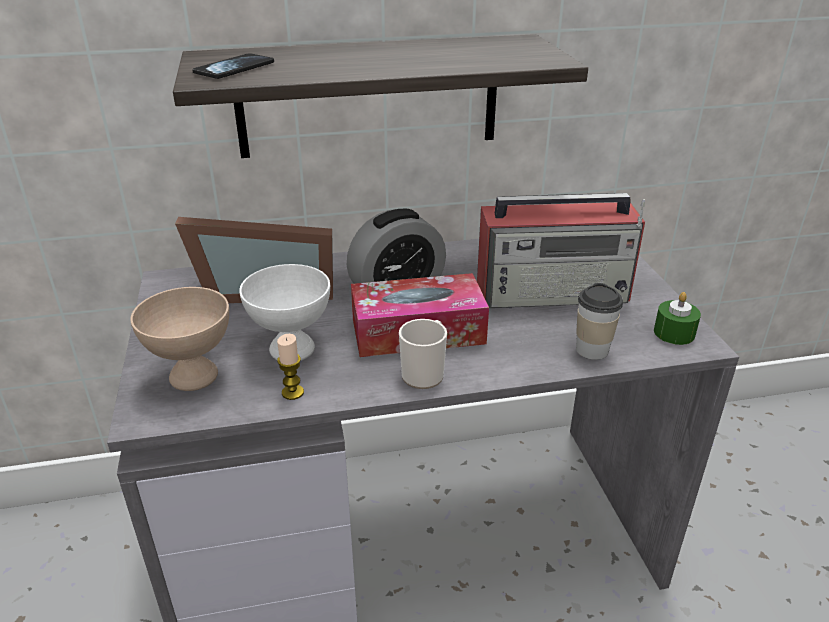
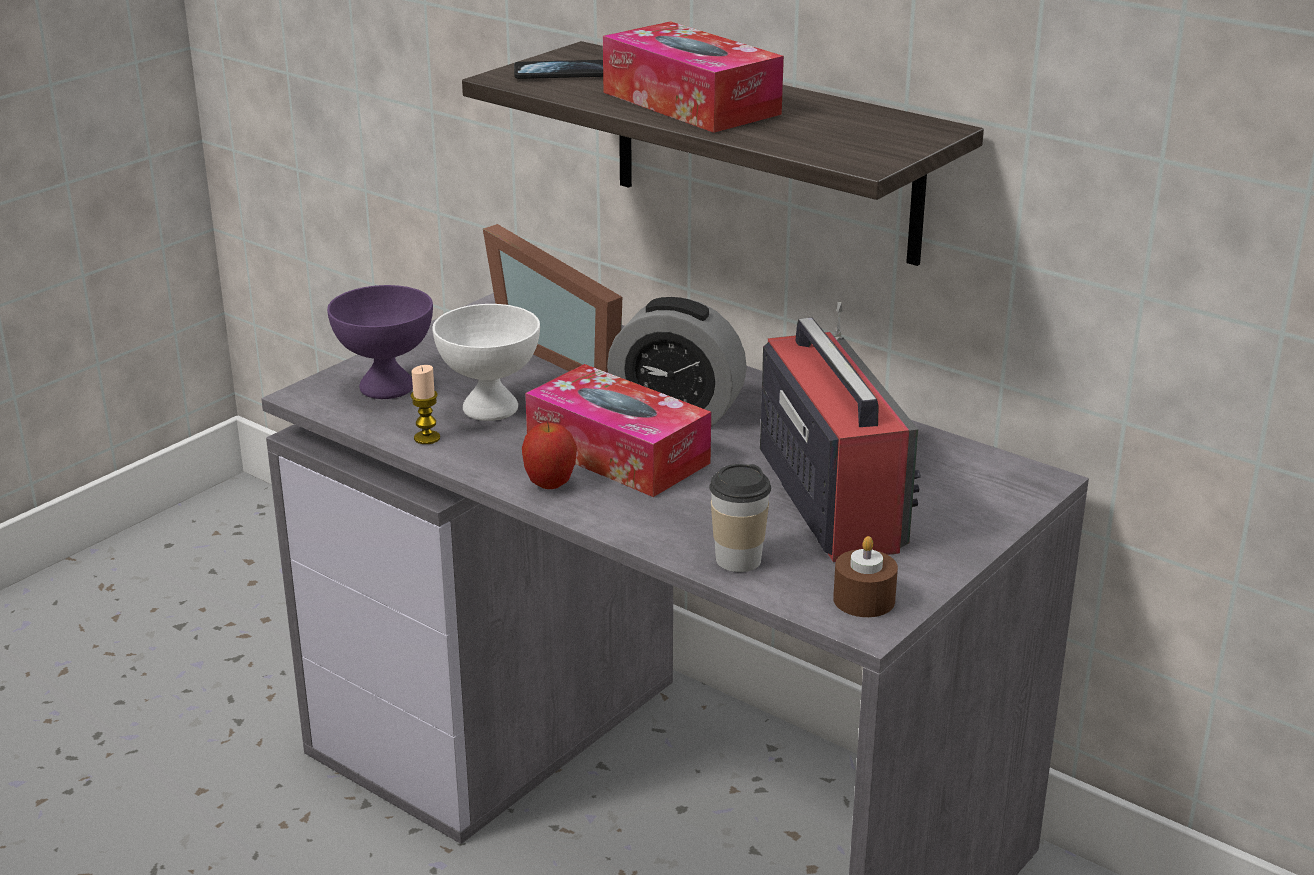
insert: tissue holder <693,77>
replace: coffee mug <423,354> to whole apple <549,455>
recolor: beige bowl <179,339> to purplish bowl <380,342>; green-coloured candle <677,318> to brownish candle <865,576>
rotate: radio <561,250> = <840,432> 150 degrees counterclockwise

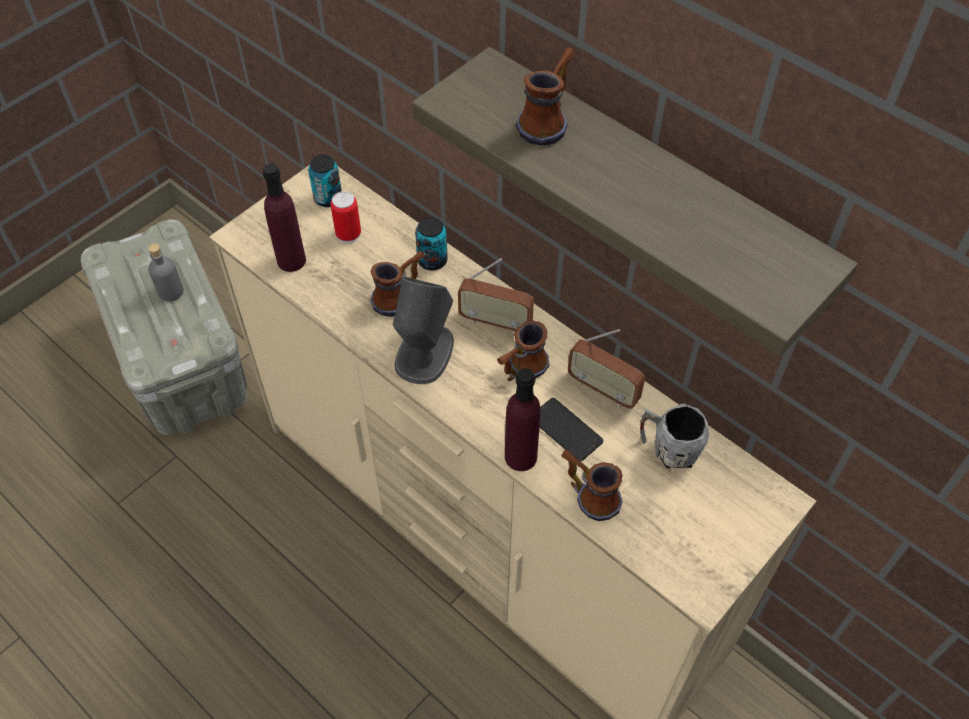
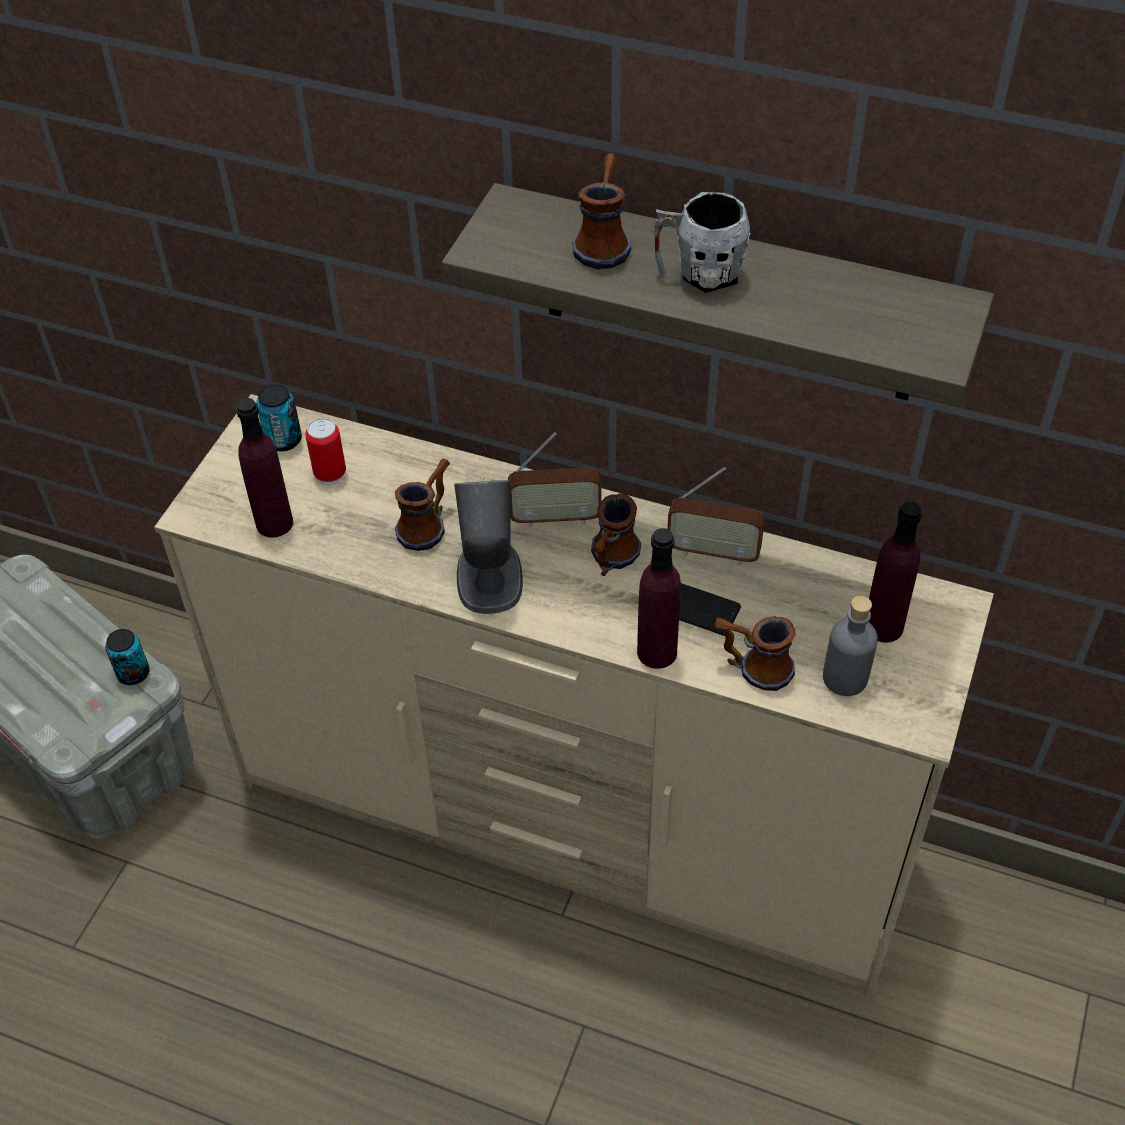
insert: purplish bottle <895,572>
move: greyish bottle <166,272> to <850,646>; sealed can <431,244> to <127,657>; greyish coffee mug <674,435> to <701,242>

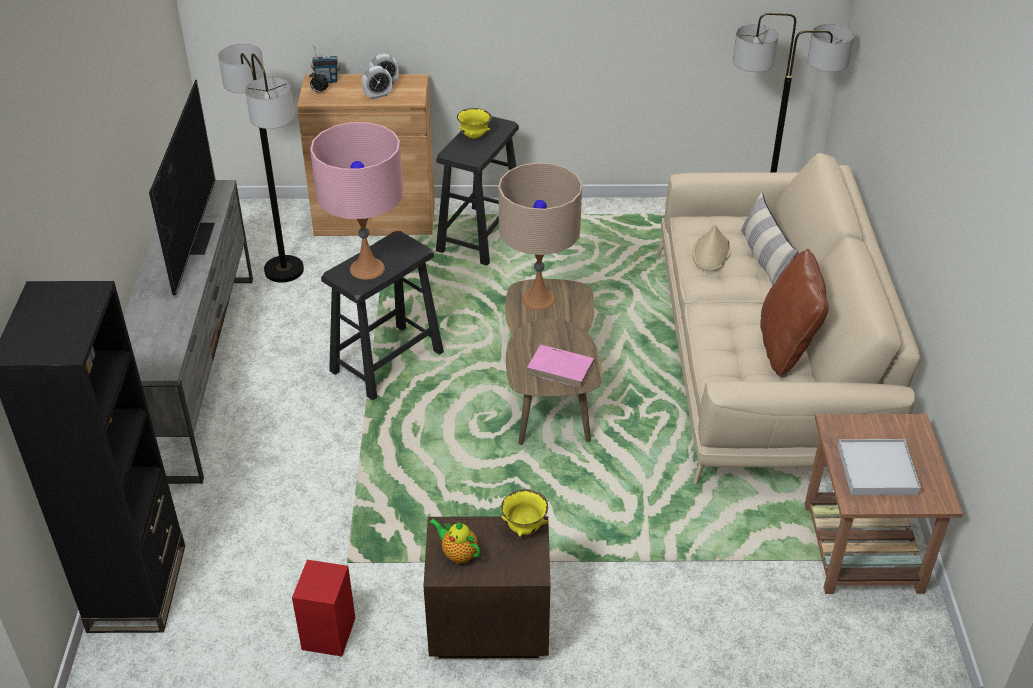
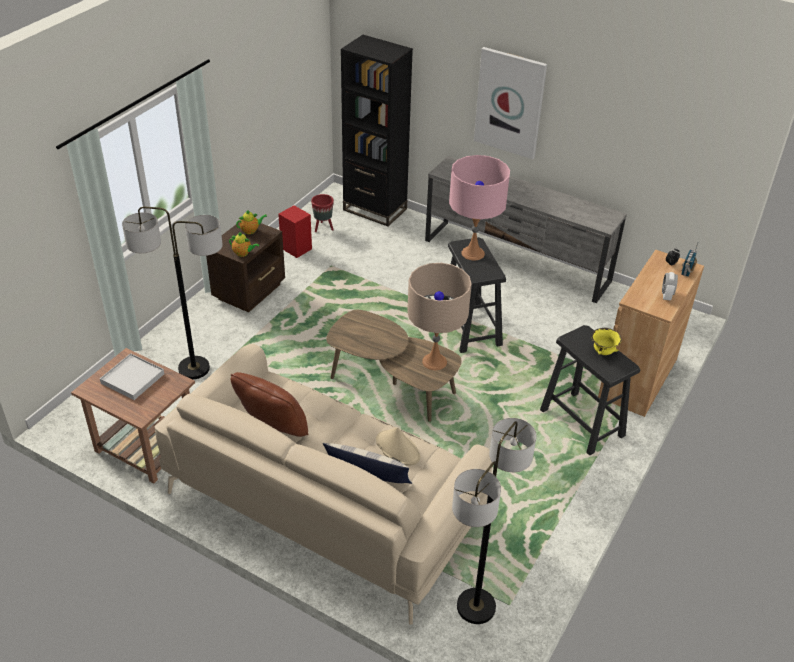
delete: television <182,187>; bedside clock <377,83>; pinkish book <561,366>
insert: red-coloured planter <322,213>; wall picture <510,103>
move: standing lamp <261,163> to <172,293>
replace: yellow-coloured bowl <525,513> to tea pot <244,244>

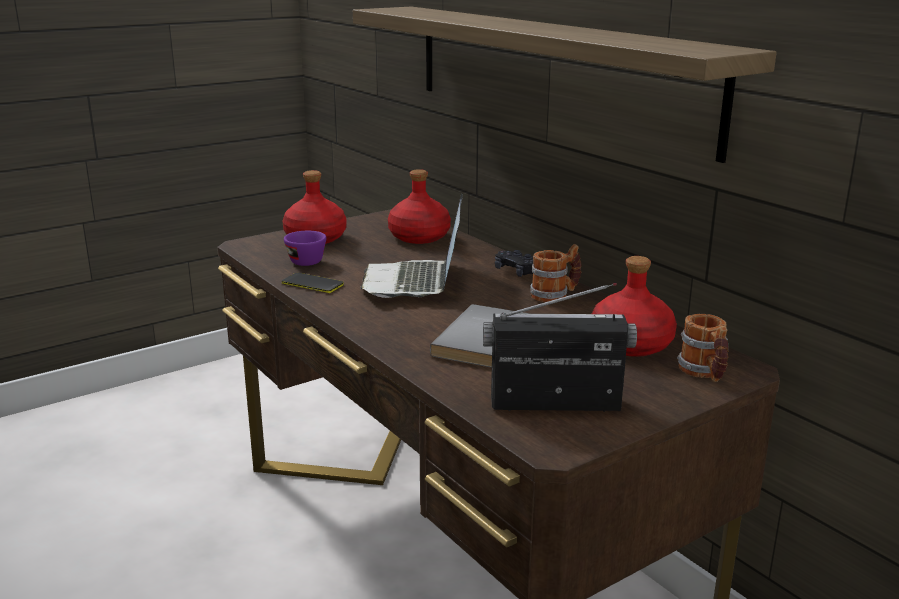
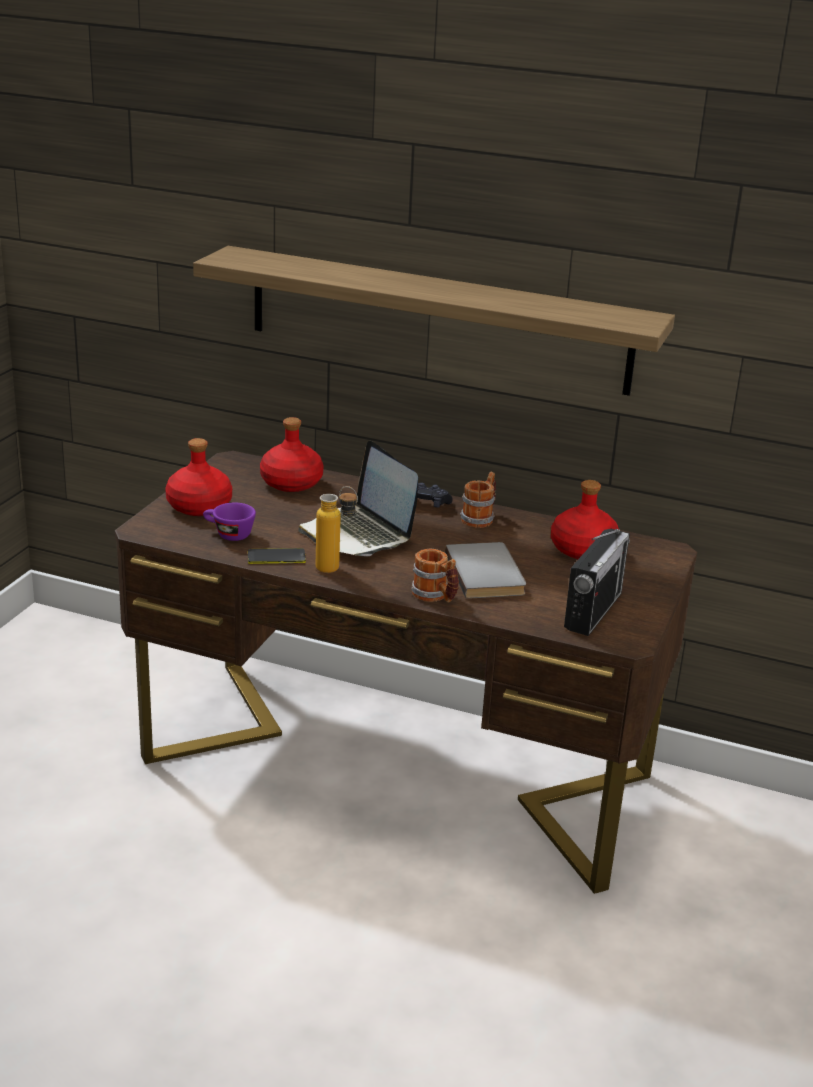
insert: bottle <337,529>
move: coffee mug <703,348> to <435,576>
rotate: radio <560,347> = <597,582> 150 degrees clockwise

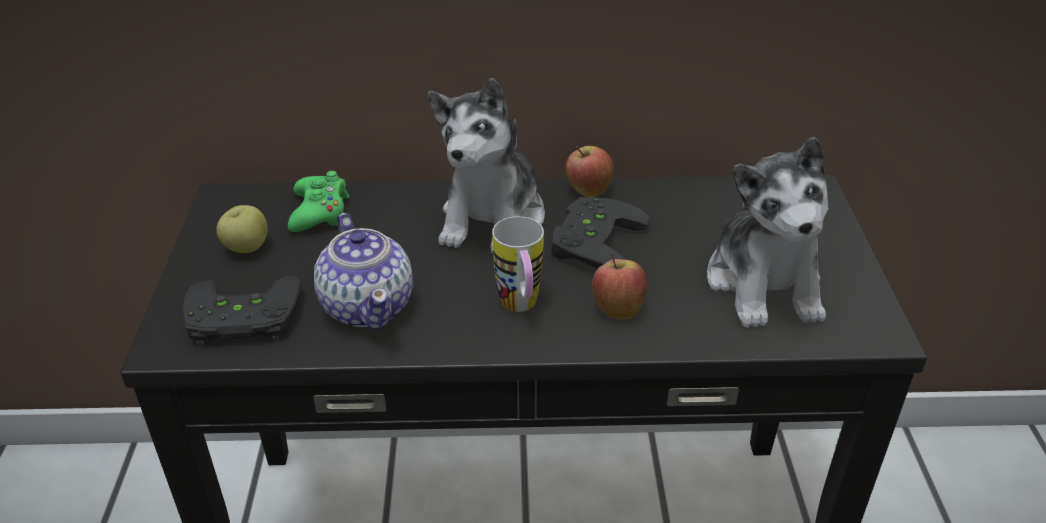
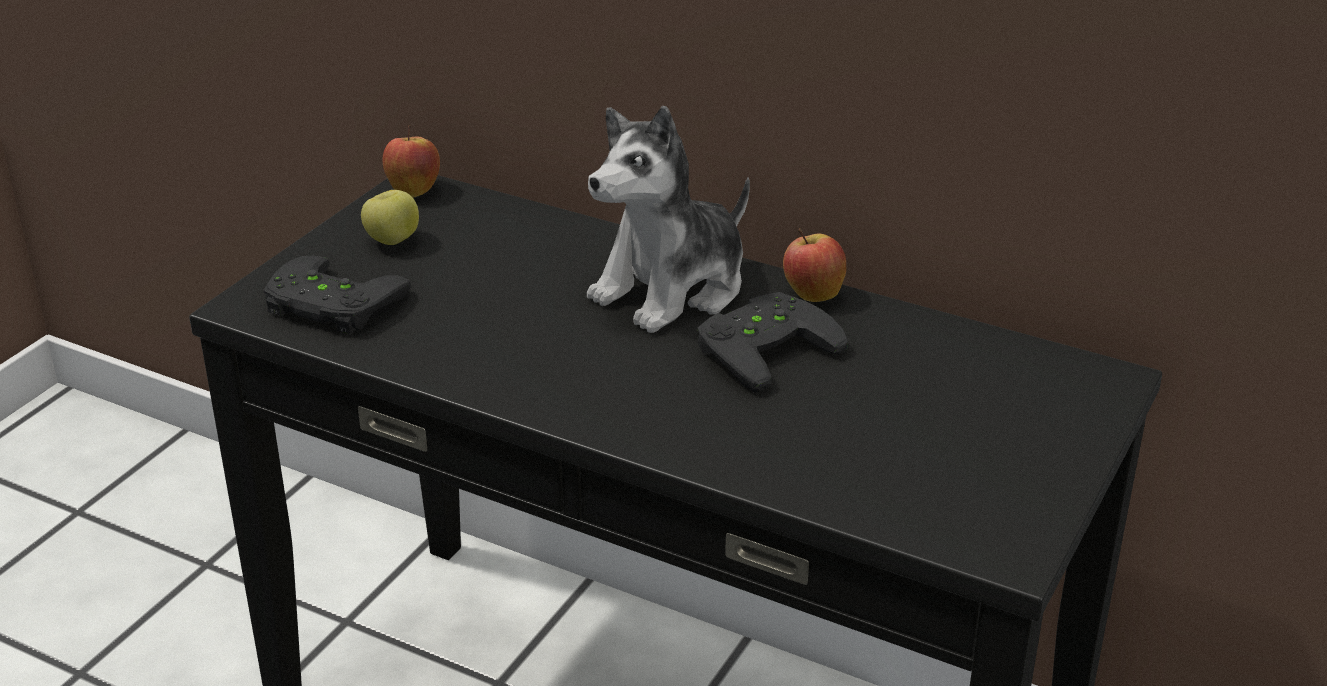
delete: green-coloured joypad <318,201>; tea pot <363,271>; coffee mug <518,264>; cuddly toy <767,232>
move: whole apple <620,285> to <411,161>

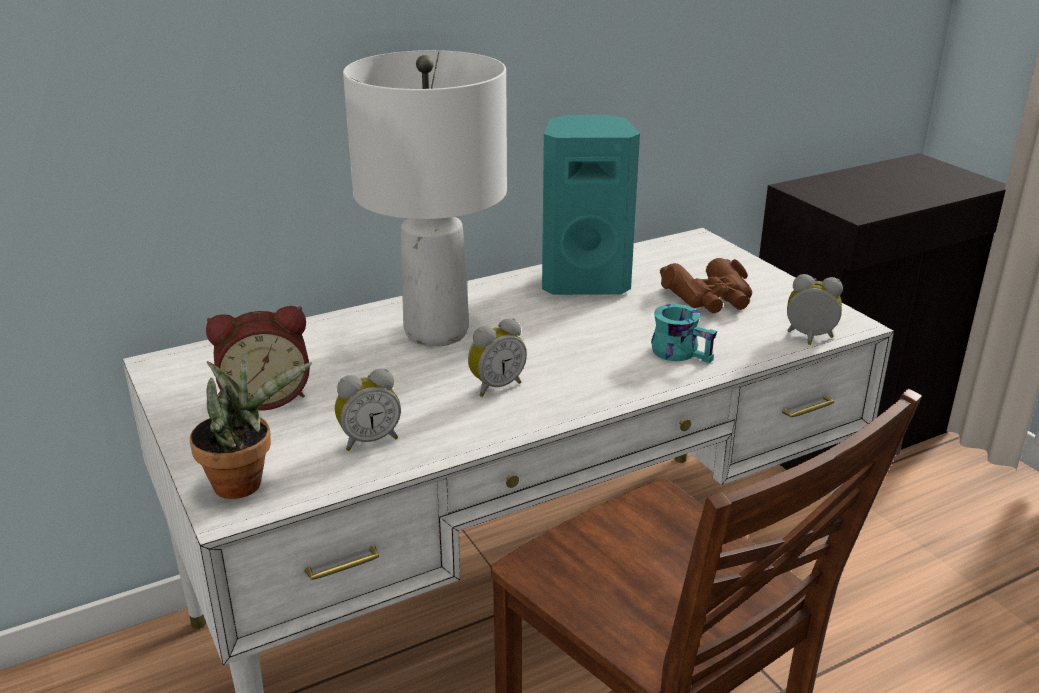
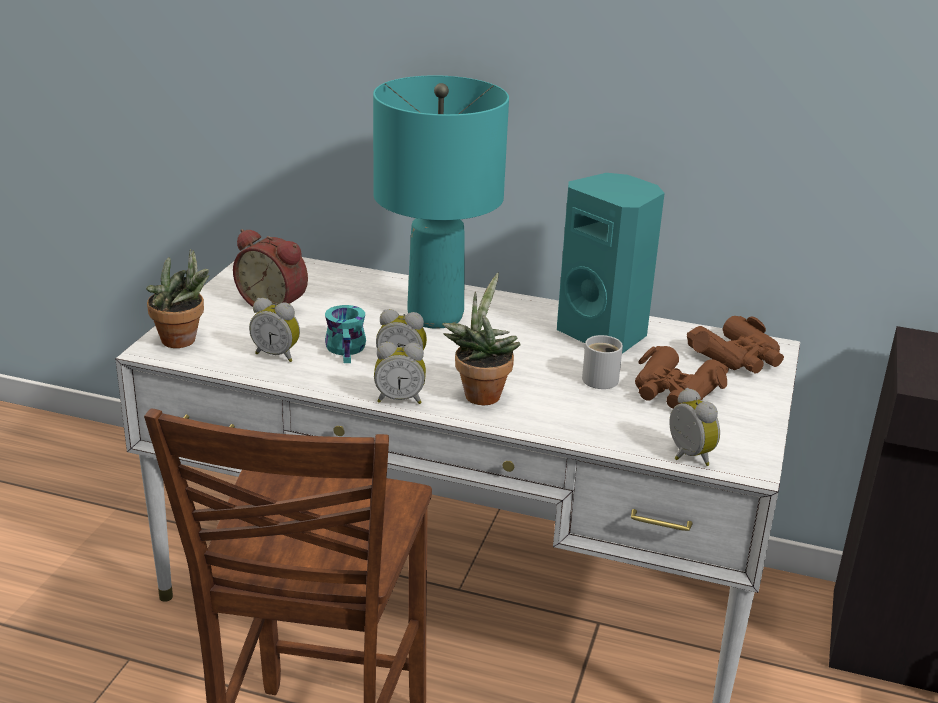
insert: bedside clock <400,373>; houseplant <481,339>; whitish coffee mug <602,362>; brownish binoculars <735,345>
move: blue-green coffee mug <684,333> to <345,334>
recolor: whitish table lamp <425,198> to blue-green table lamp <441,202>

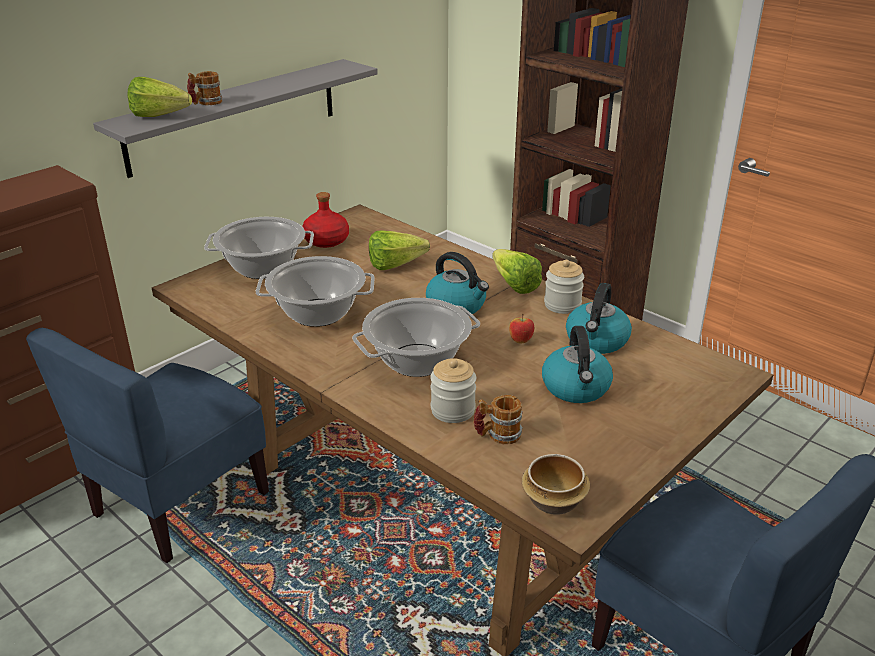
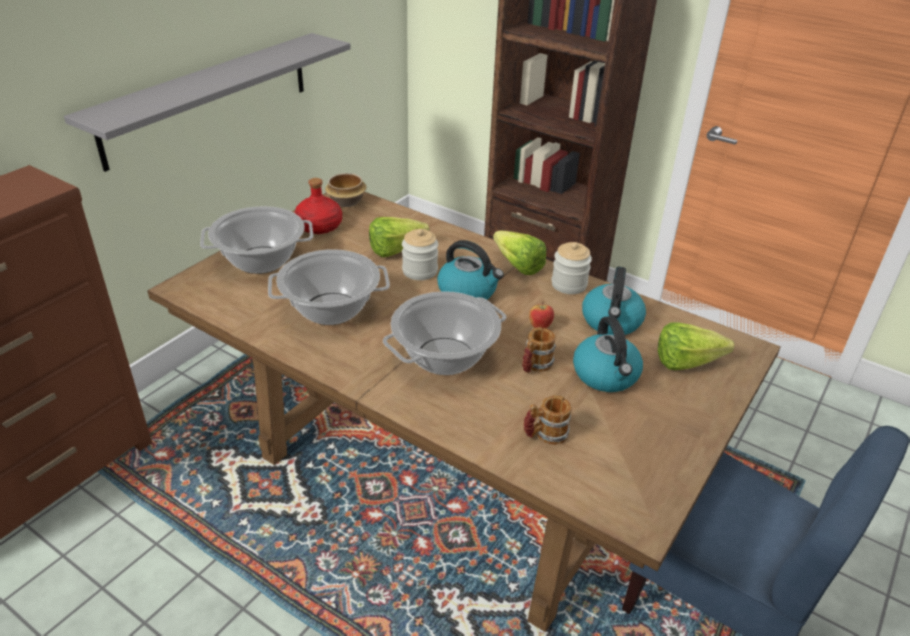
delete: bluish plain chair <147,445>
move: lettuce <160,97> to <696,346>; coffee mug <204,88> to <539,350>; jar <453,390> to <420,254>; bowl <556,484> to <346,190>

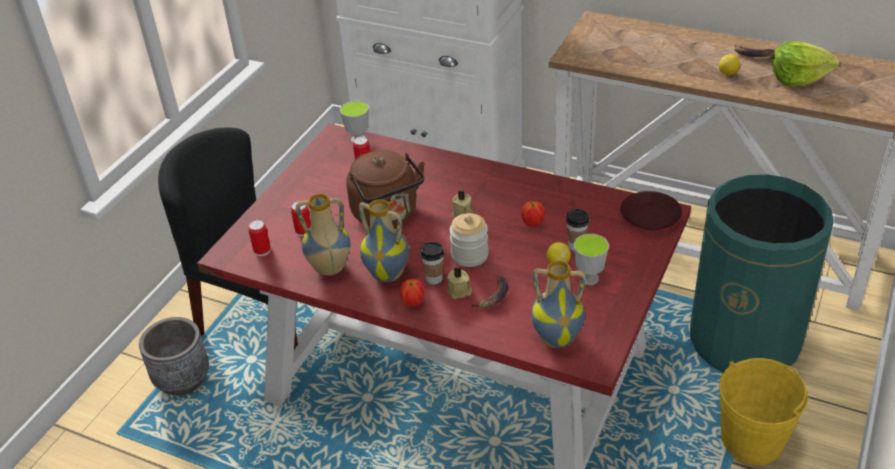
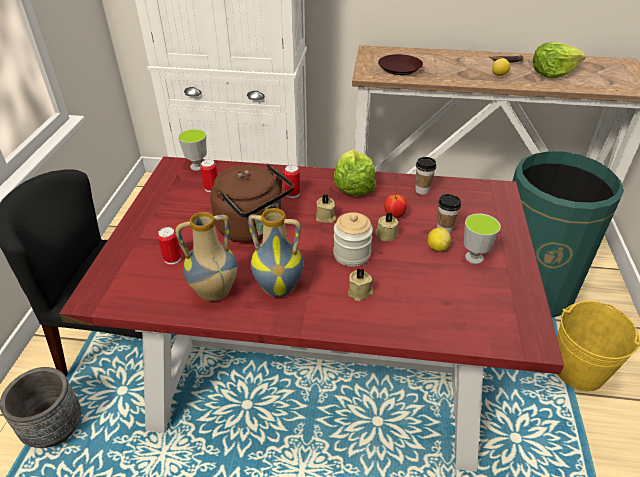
delete: whole apple <412,292>; banana <488,292>; vase <558,304>
insert: lettuce <354,172>; beige candle <387,226>
move: sealed can <259,238> to <292,181>; cup <432,263> to <425,176>; brownish flat dish <651,210> to <400,64>

